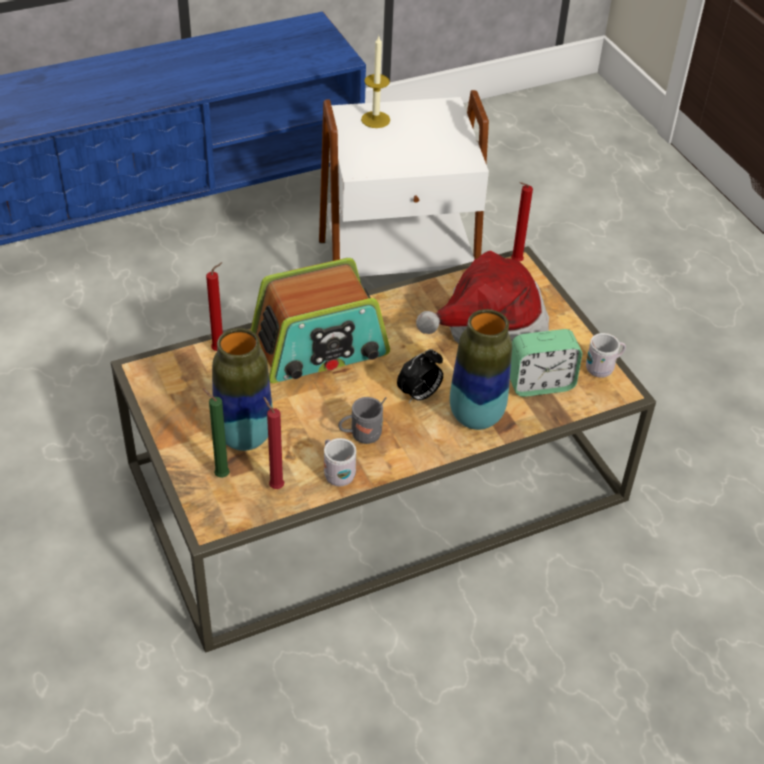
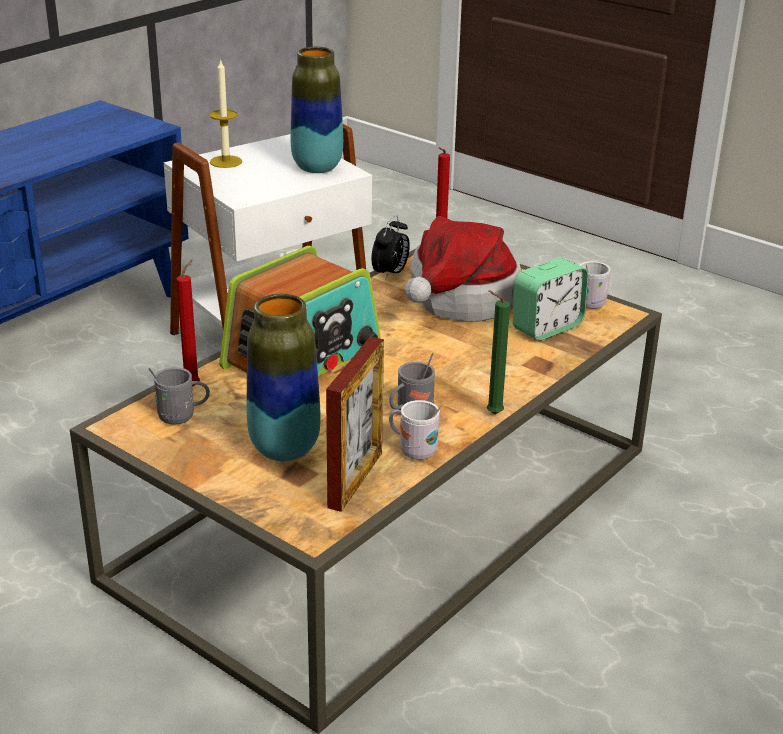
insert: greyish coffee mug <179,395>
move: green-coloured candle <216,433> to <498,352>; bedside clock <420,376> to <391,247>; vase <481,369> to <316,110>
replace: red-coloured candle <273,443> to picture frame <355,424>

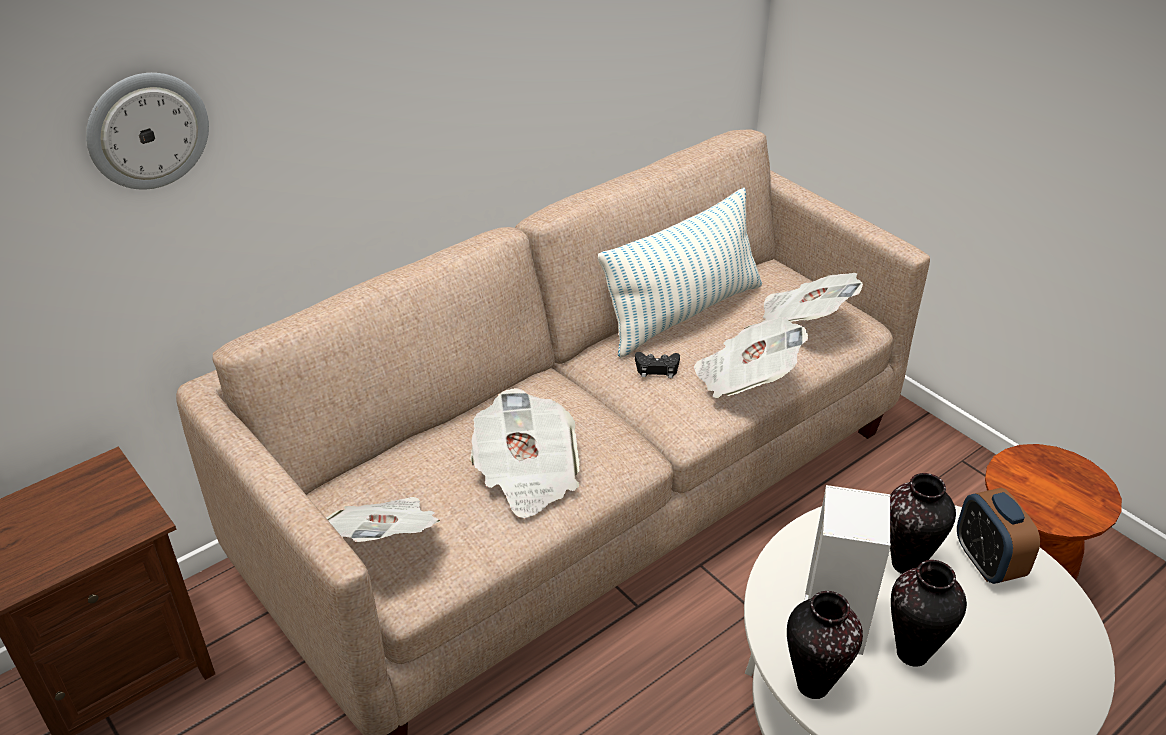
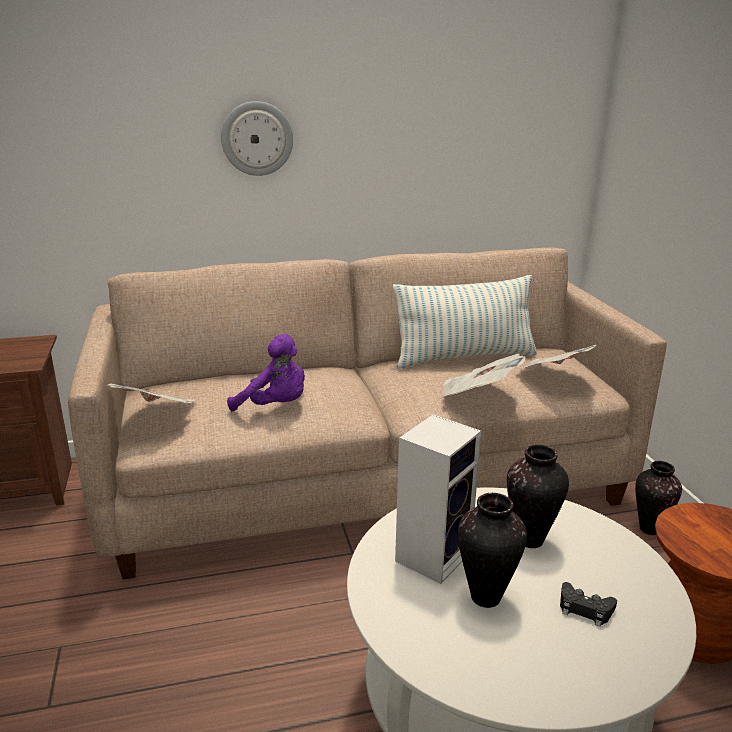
delete: bedside clock <998,536>
move: wall clock <147,131> to <257,138>; black joypad <657,365> to <588,604>; vase <825,645> to <658,498>
replace: newspaper <525,453> to purplish cuddly toy <266,372>

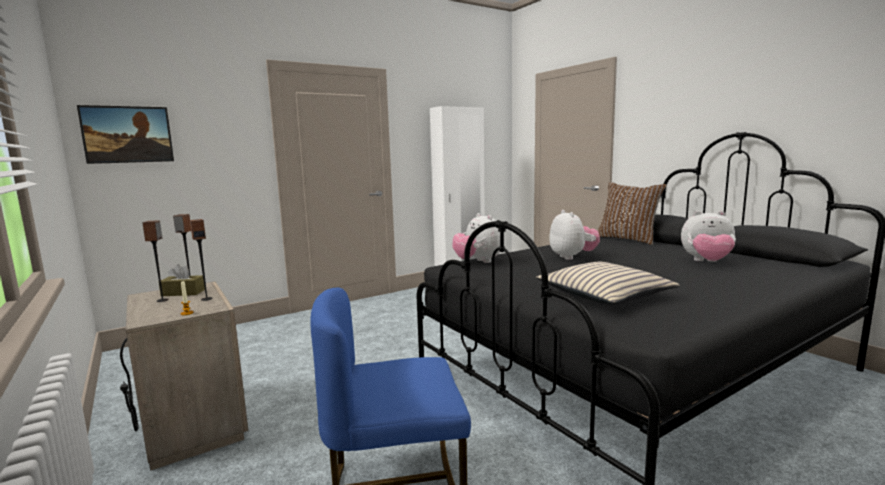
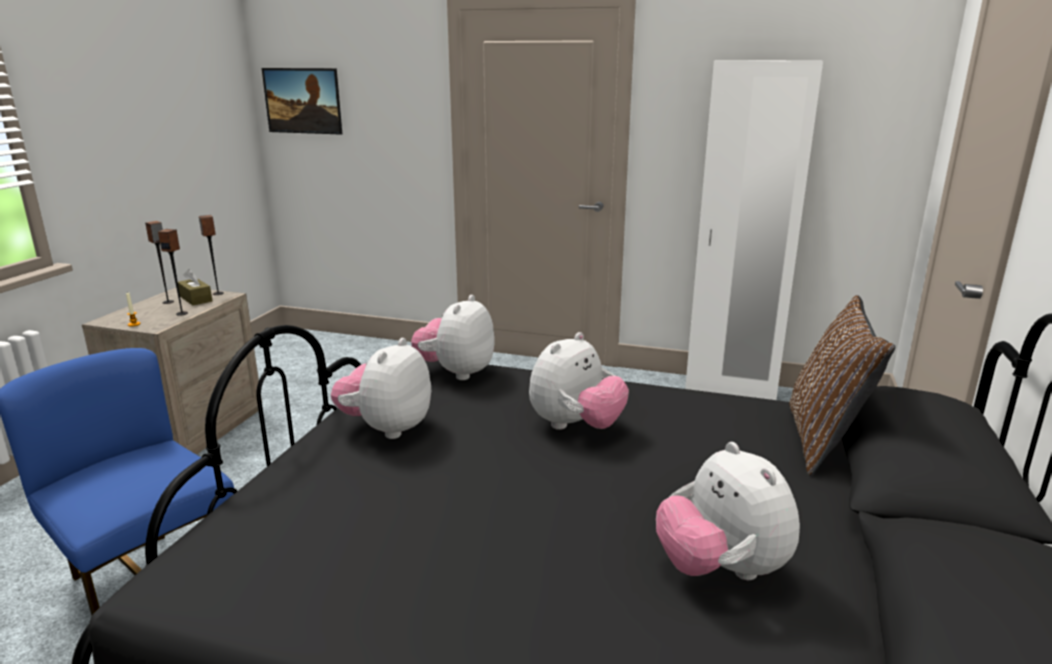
delete: beige throw pillow <608,283>
insert: cuddly toy <381,388>

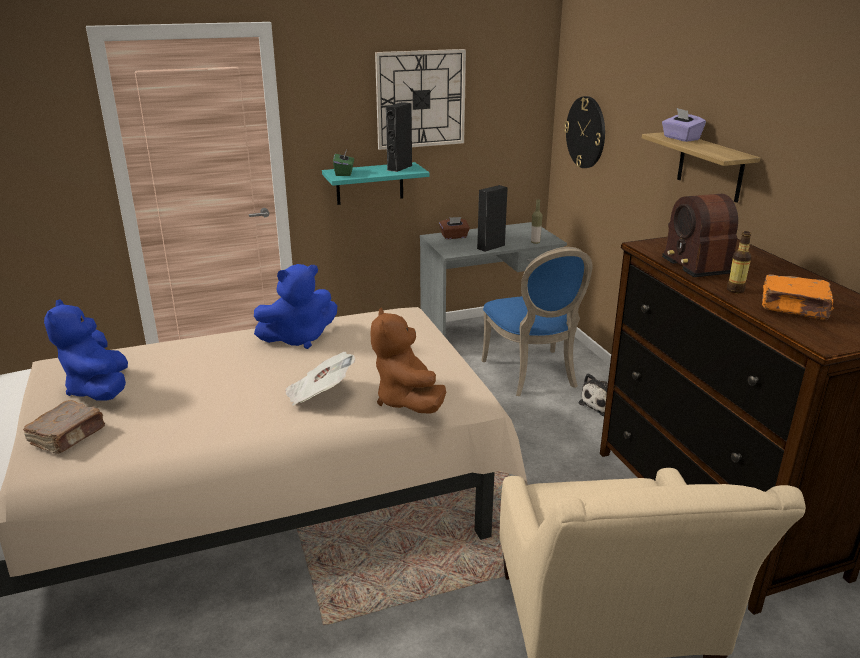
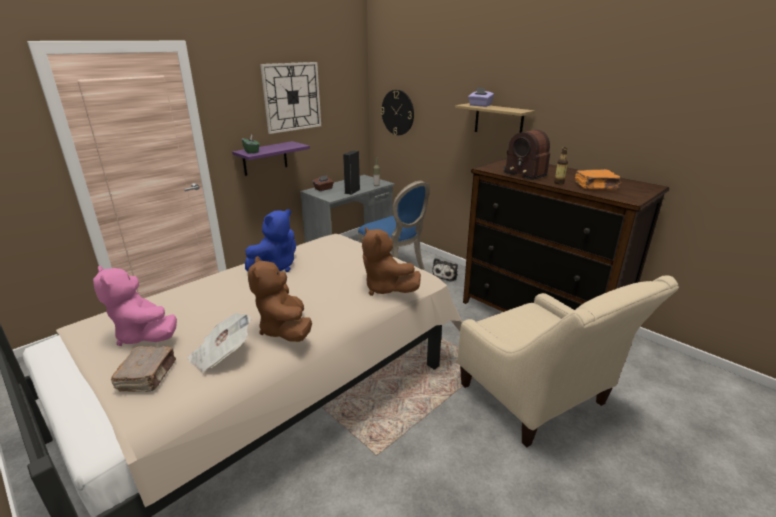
delete: black loudspeaker <399,137>
insert: brownish cuddly toy <280,299>
move: newspaper <320,379> to <219,342>
recolor: bluish cuddly toy <86,350> to pinkish cuddly toy <135,306>; blue-green shelf <376,183> to purplish shelf <271,158>

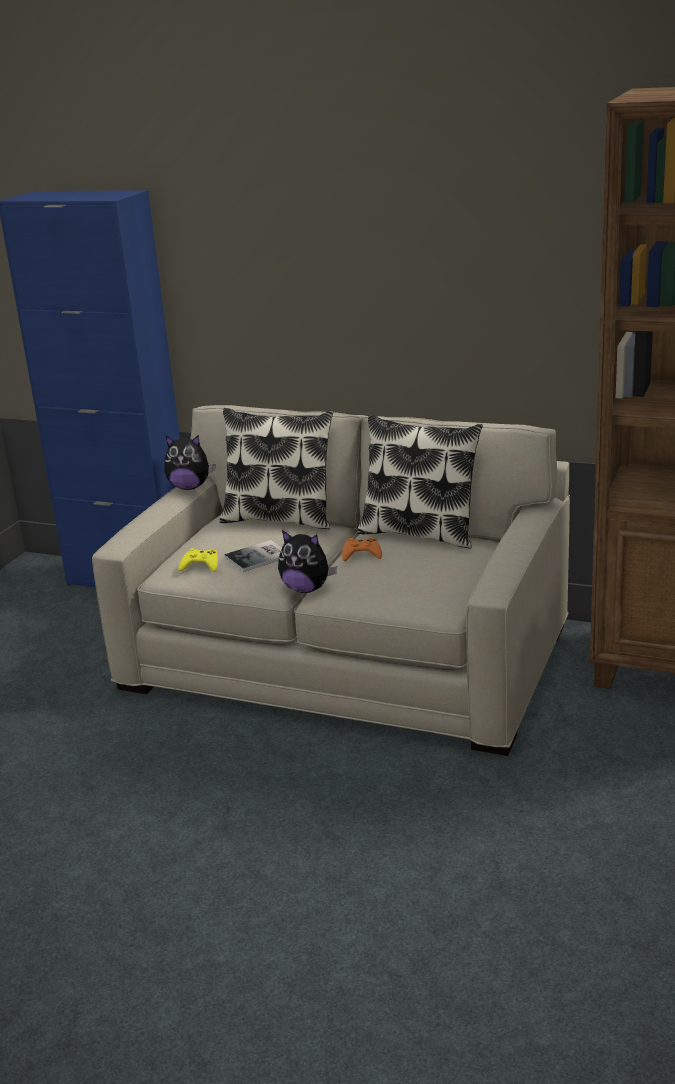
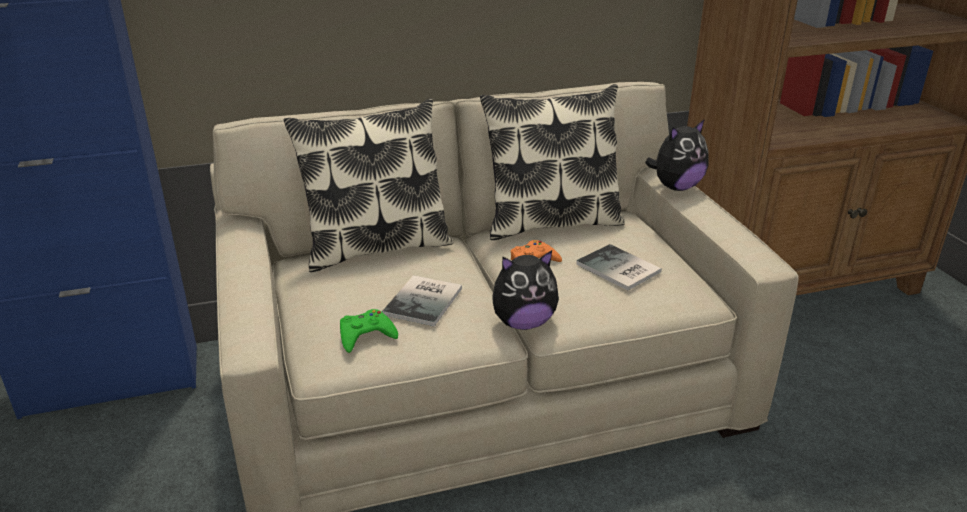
insert: book <619,267>
move: cuddly toy <189,462> to <677,155>
recolor: yellow-coloured joypad <198,560> to green-coloured joypad <369,331>

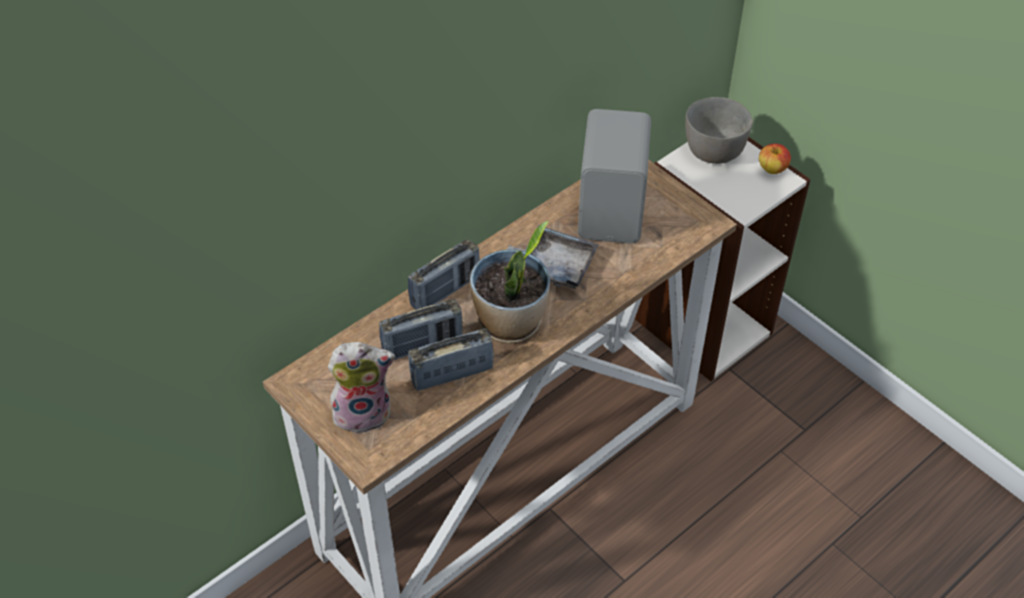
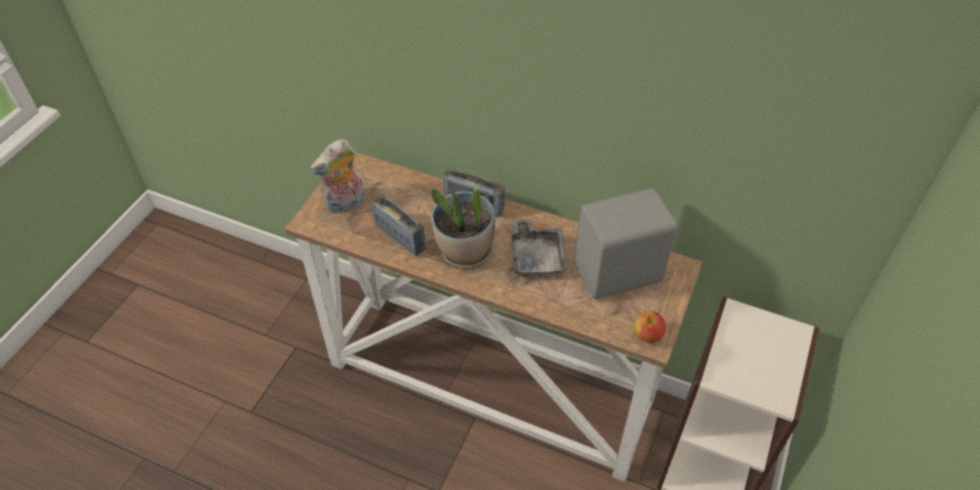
delete: radio <421,329>; greyish bowl <719,130>
move: whole apple <775,159> to <650,327>
rotate: cuddly toy <361,388> = <337,177> 90 degrees clockwise

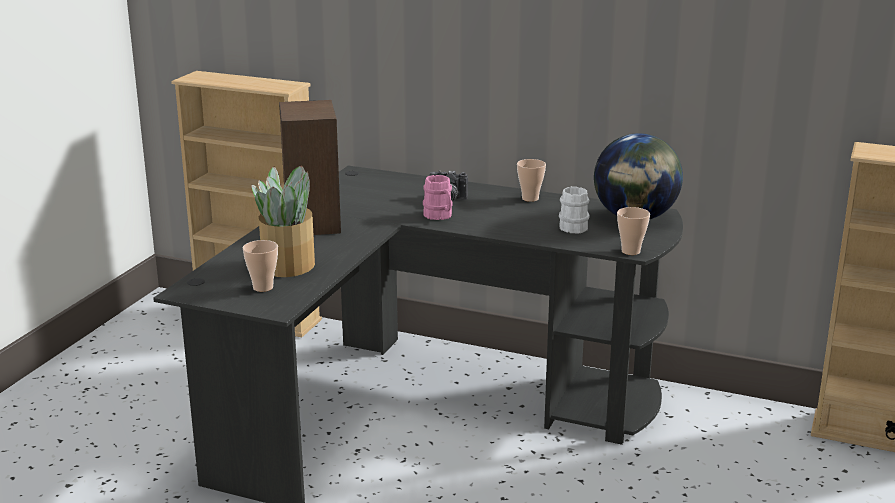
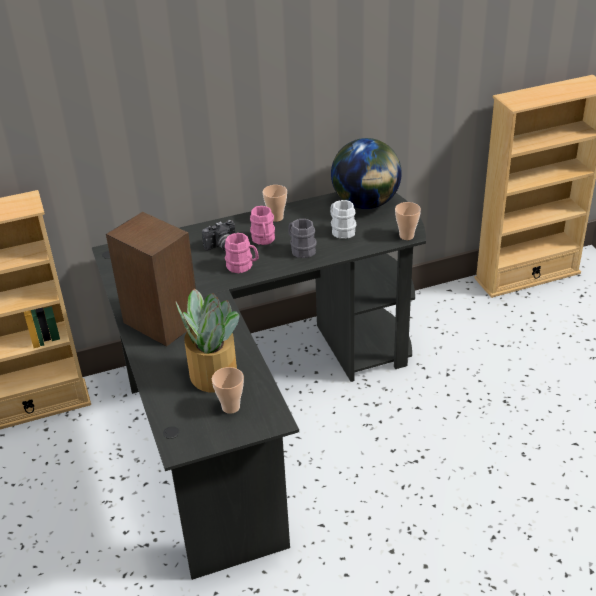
insert: pinkish coffee mug <262,225>; greyish coffee mug <302,238>

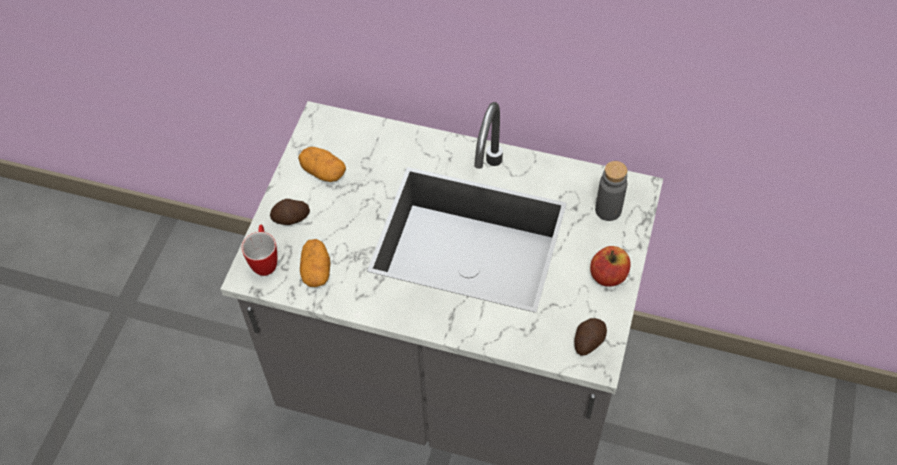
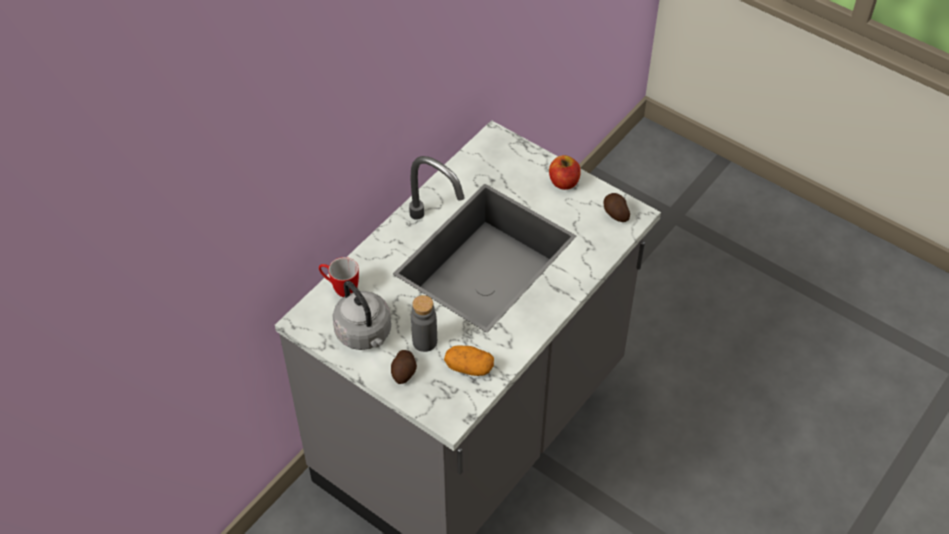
move: coffee mug <259,250> to <339,277>; greyish bottle <611,191> to <424,323>
replace: spud <322,164> to greyish water kettle <361,315>

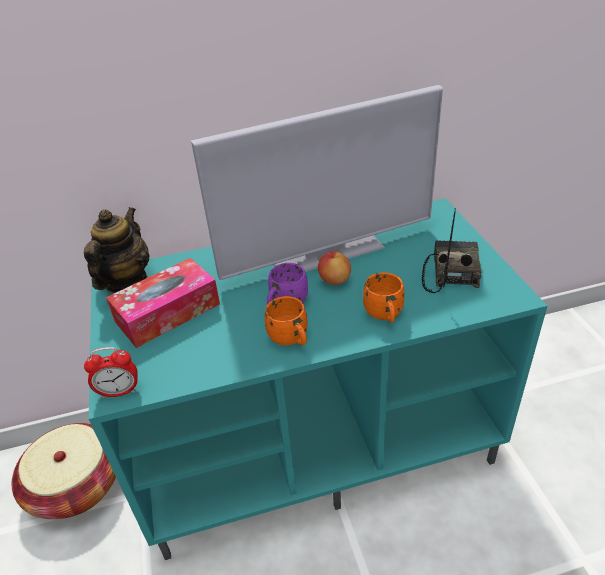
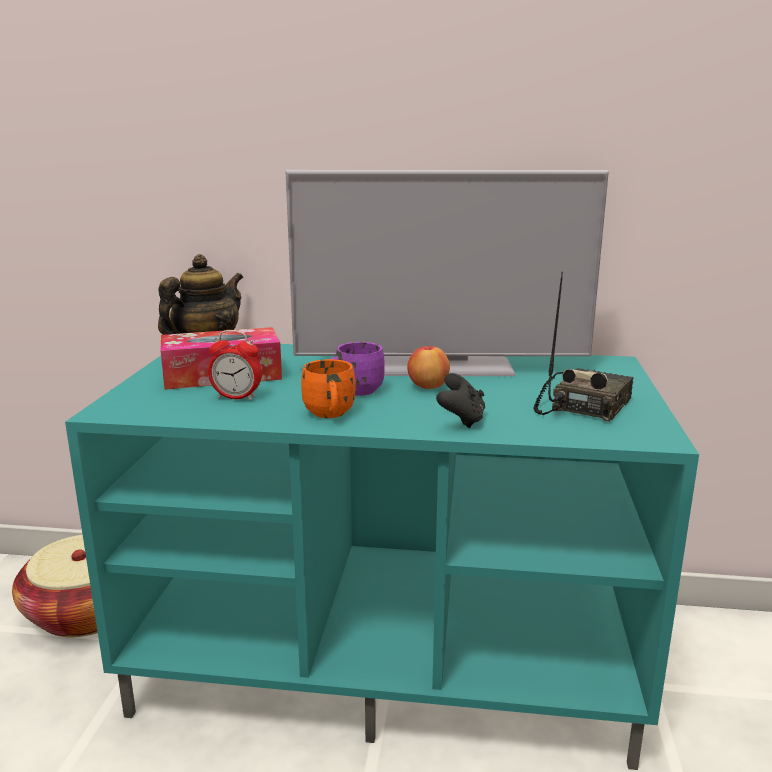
move: bedside clock <111,373> to <235,365>
replace: orange-coloured coffee mug <384,298> to black joypad <460,400>

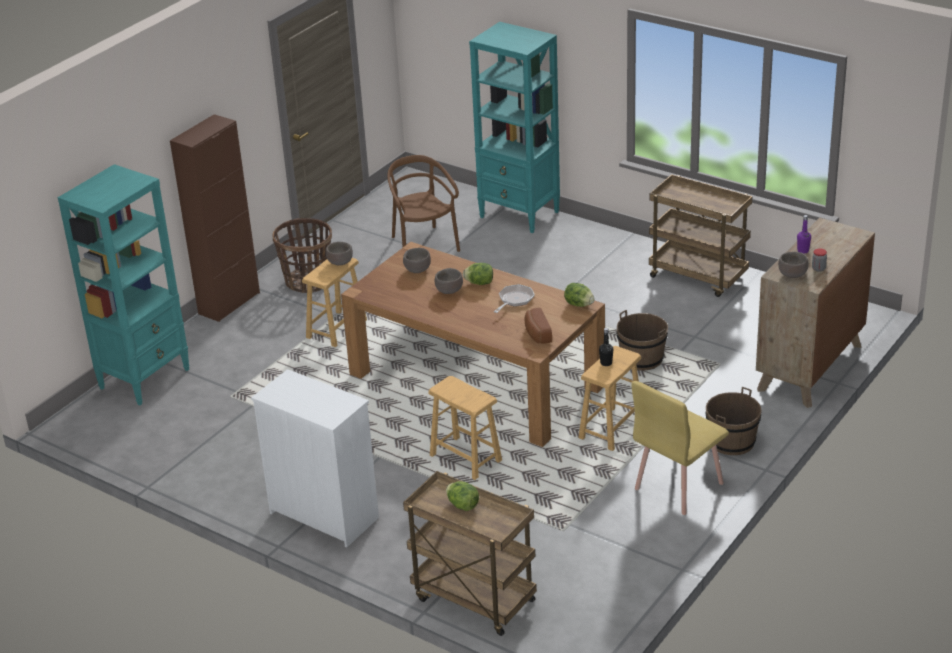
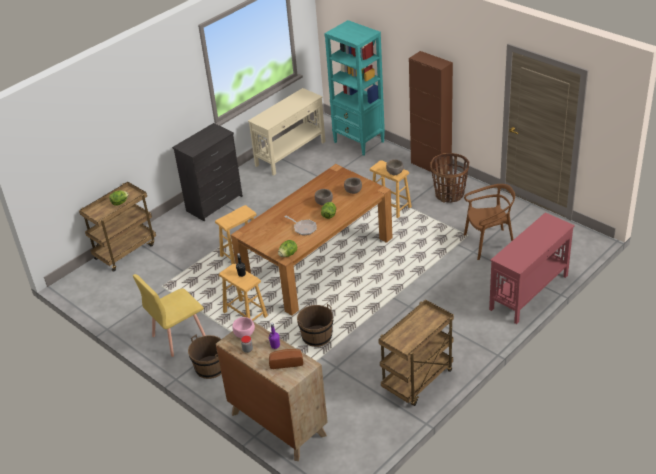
insert: beige hall table <286,132>
move: baked bread <538,326> to <286,359>
replace: blue-green bookshelf <514,127> to red-coloured hall table <532,268>
recolor: whitish dresser <315,458> to black dresser <207,172>; brownish bowl <793,265> to pinkish bowl <243,327>
rotate: yellow-coloured plain chair <680,448> = <169,315> 90 degrees counterclockwise

